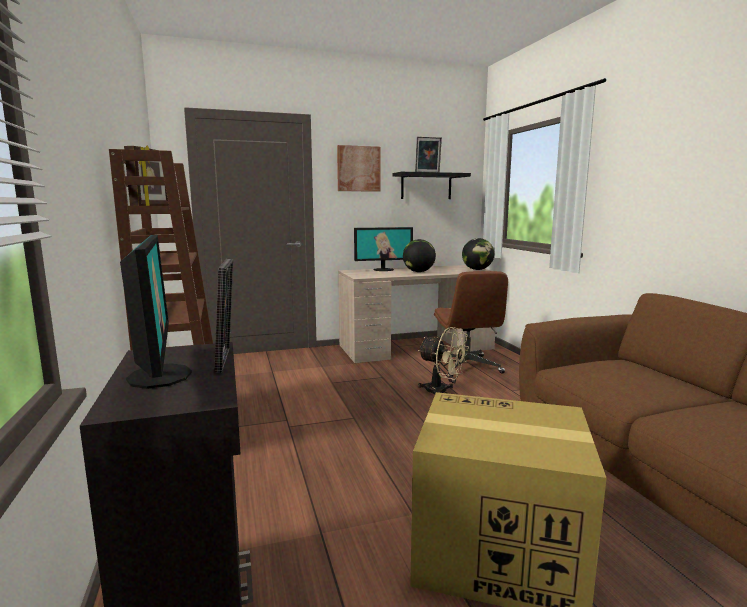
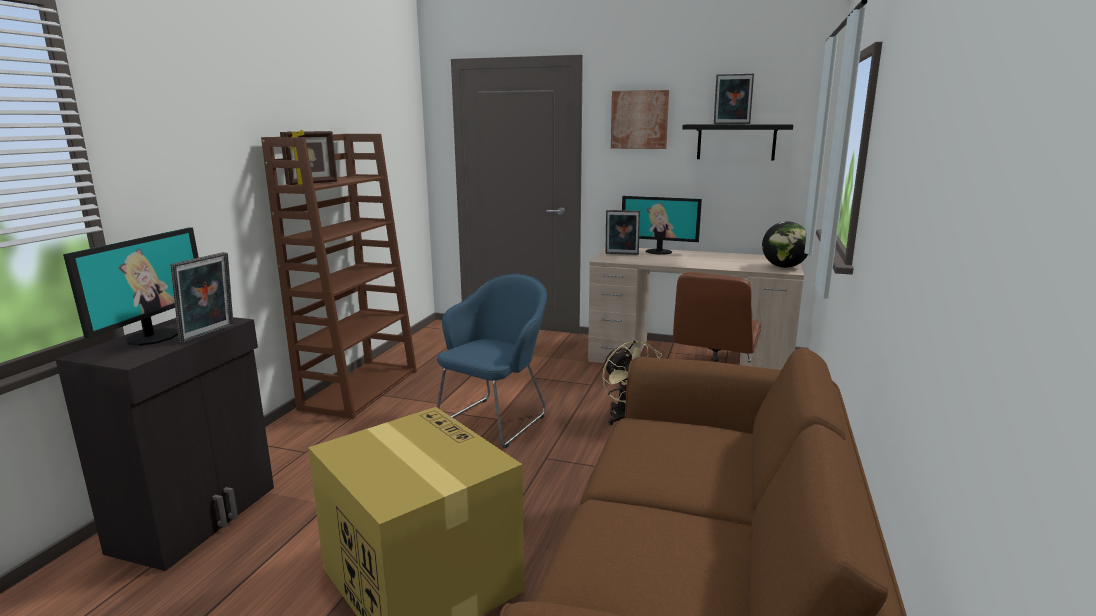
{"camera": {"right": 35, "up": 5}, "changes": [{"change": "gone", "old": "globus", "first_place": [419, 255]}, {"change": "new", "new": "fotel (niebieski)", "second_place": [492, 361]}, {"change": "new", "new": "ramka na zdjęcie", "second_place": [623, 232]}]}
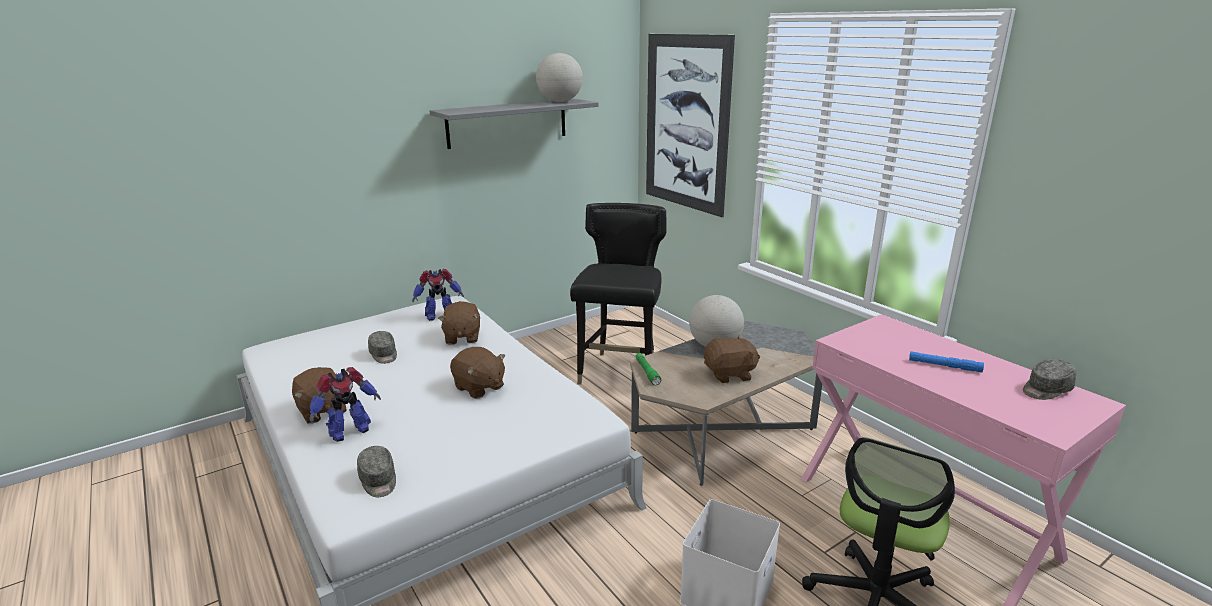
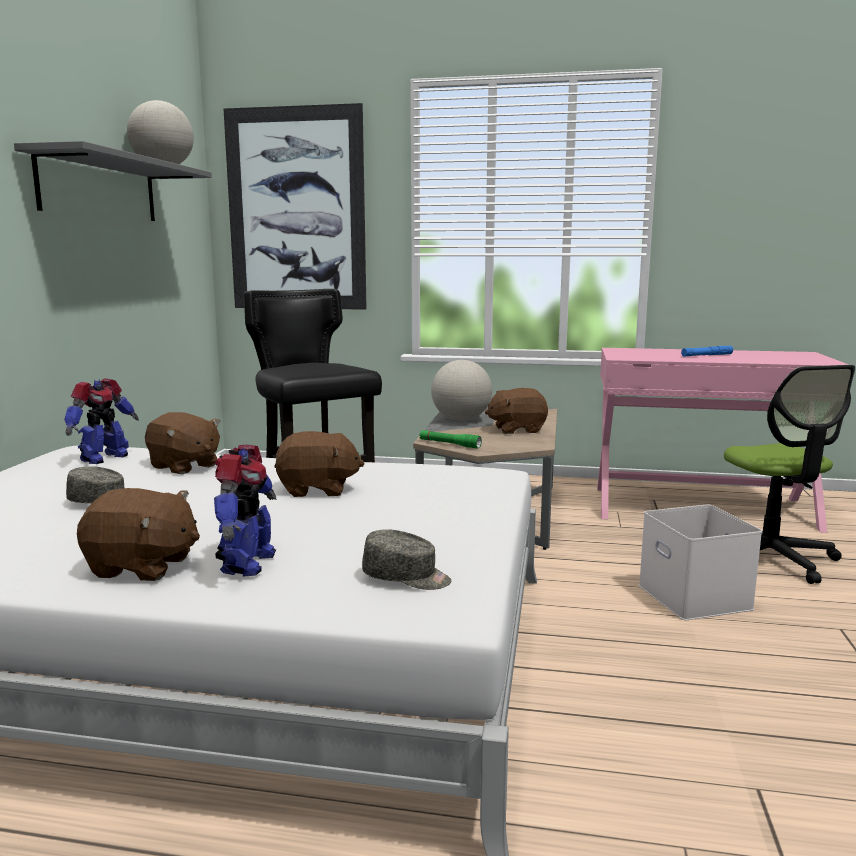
{"camera": {"right": -45, "up": -10}, "changes": [{"change": "rotated", "old": "pluszak (brązowy)", "first_place": [732, 359], "second_place": [516, 411], "degrees": -135}, {"change": "gone", "old": "czapka z daszkiem (szary)", "first_place": [1049, 379]}]}
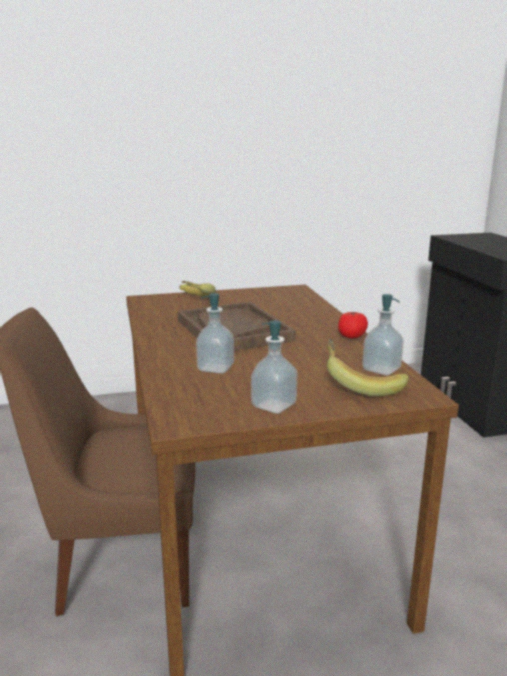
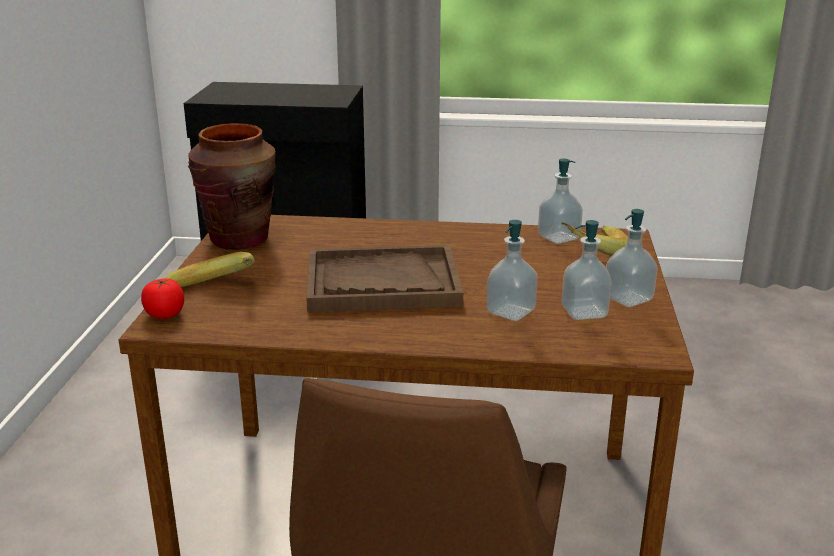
{"camera": {"right": -70, "up": 5}, "changes": [{"change": "shifted", "old": "pomidor", "first_place": [353, 325], "second_place": [162, 298]}, {"change": "new", "new": "wazon (brązowy)", "second_place": [231, 186]}, {"change": "new", "new": "dozownik mydła", "second_place": [586, 270]}]}
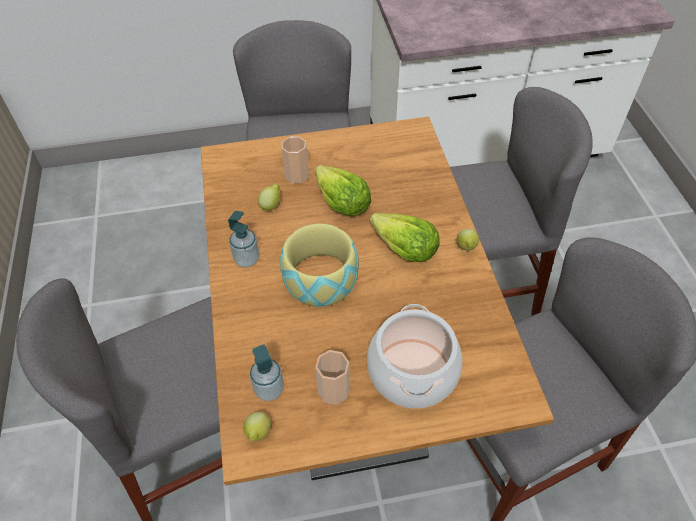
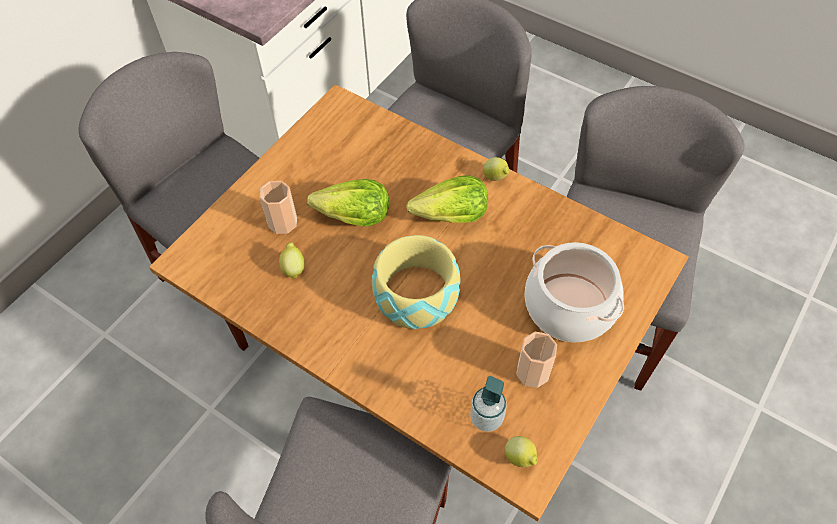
{"camera": {"right": -45, "up": 5}, "changes": [{"change": "gone", "old": "dozownik mydła", "first_place": [243, 239]}]}
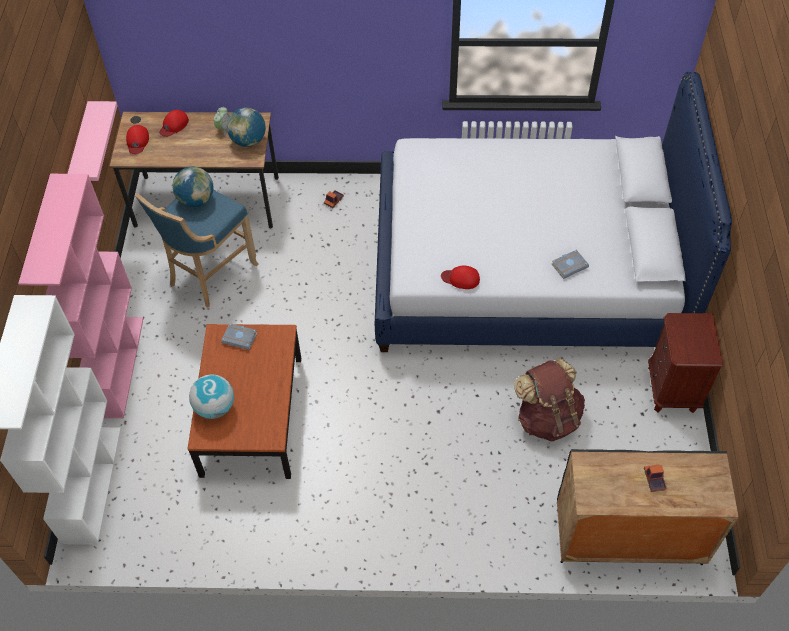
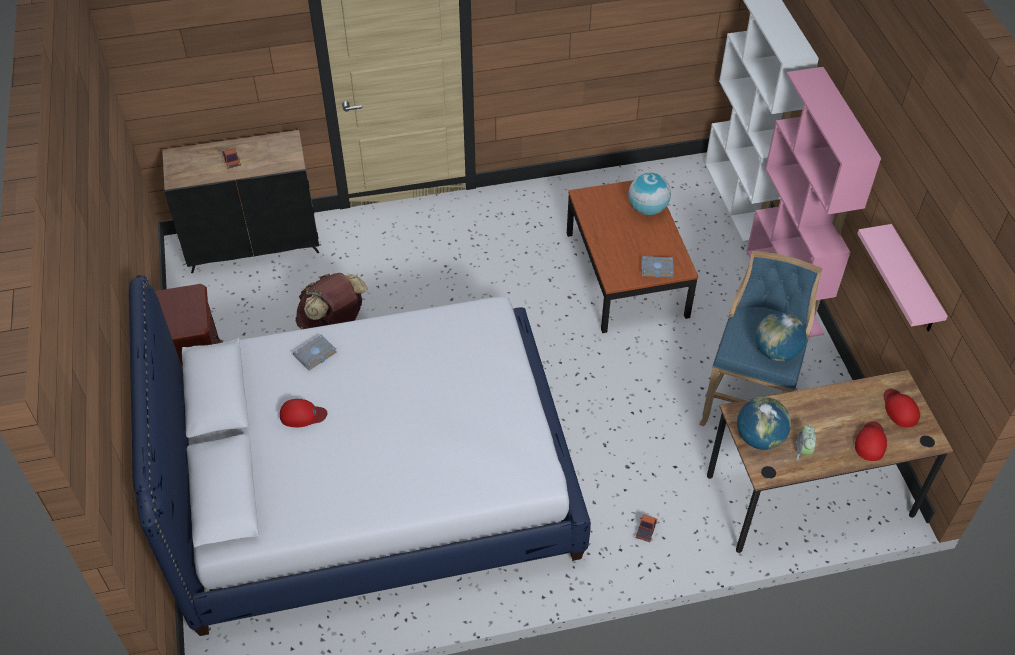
{"camera": {"right": 165, "up": -5}, "changes": [{"change": "shifted", "old": "czapka z daszkiem (czerwony)", "first_place": [460, 277], "second_place": [303, 413]}]}
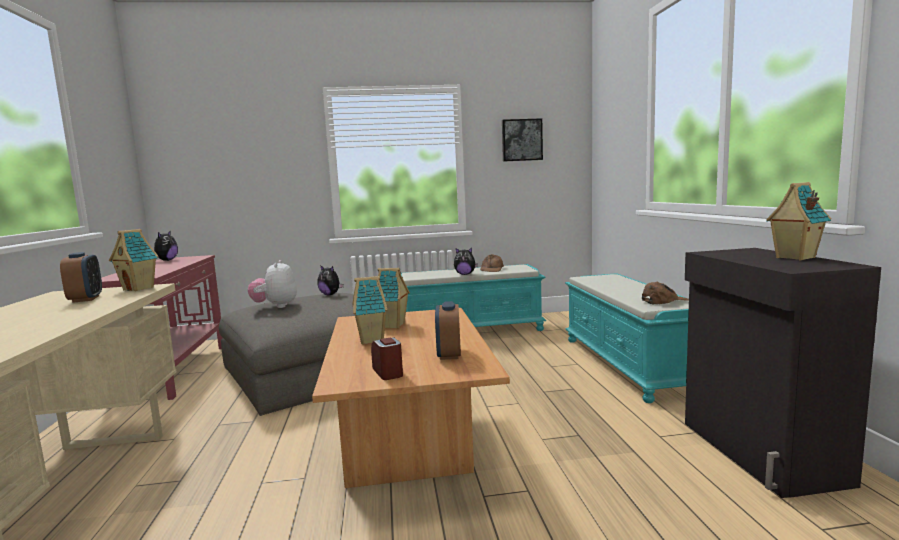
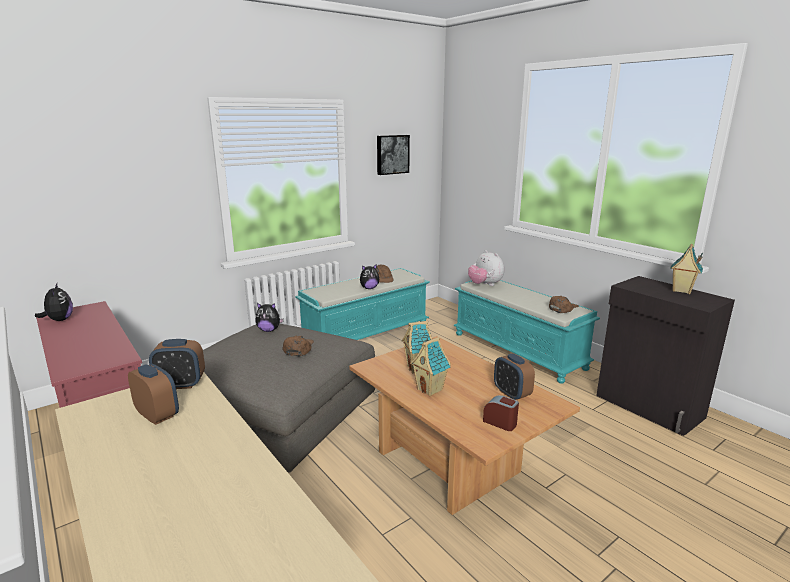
{"camera": {"right": -30, "up": 10}, "changes": [{"change": "swapped", "old": "domek", "new": "budzik", "first_place": [134, 260], "second_place": [177, 364]}, {"change": "shifted", "old": "pluszak", "first_place": [272, 284], "second_place": [486, 268]}, {"change": "new", "new": "czapka z daszkiem (brązowy)", "second_place": [298, 346]}]}
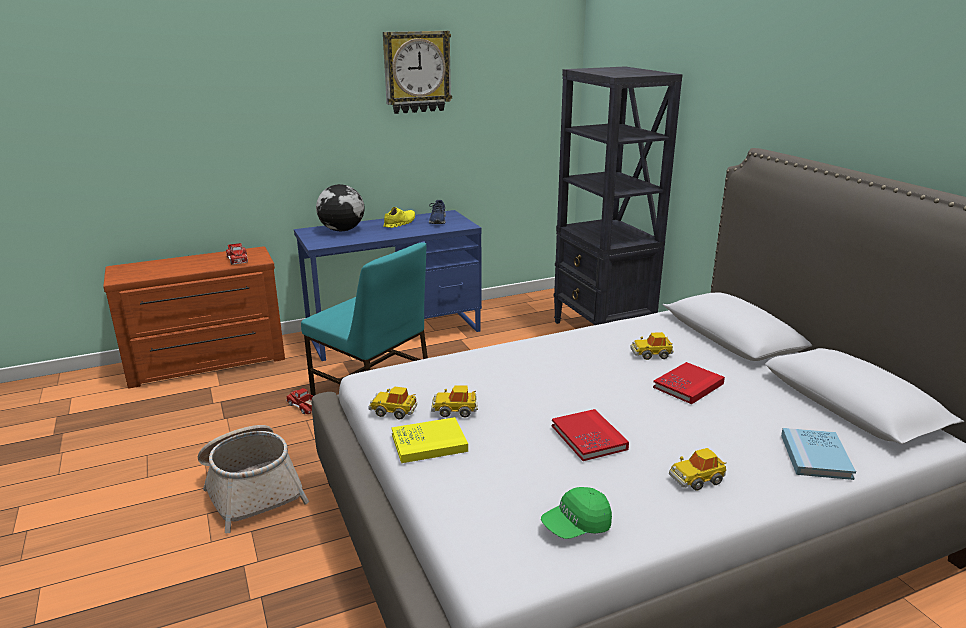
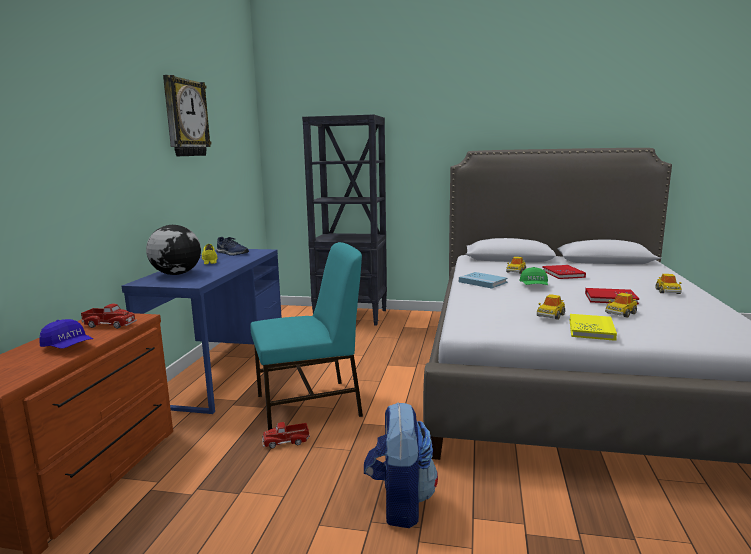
{"camera": {"right": -55, "up": -10}, "changes": [{"change": "swapped", "old": "koszyk", "new": "plecak", "first_place": [253, 479], "second_place": [401, 465]}, {"change": "shifted", "old": "samochodzik", "first_place": [392, 403], "second_place": [621, 305]}, {"change": "shifted", "old": "czapka z daszkiem (zielony)", "first_place": [576, 513], "second_place": [533, 276]}, {"change": "shifted", "old": "książka (niebieski)", "first_place": [818, 454], "second_place": [483, 280]}, {"change": "new", "new": "czapka z daszkiem (niebieski)", "second_place": [66, 334]}]}
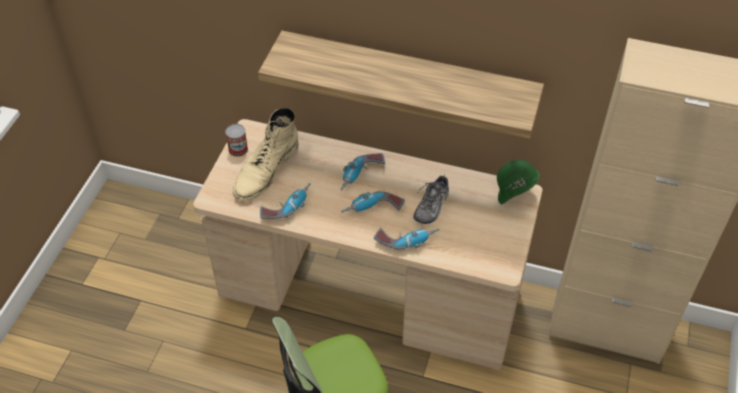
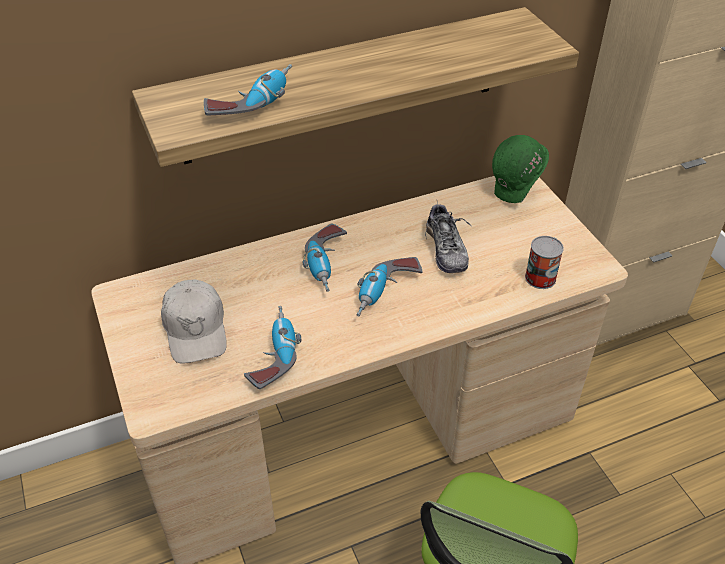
{"camera": {"right": -40, "up": -5}, "changes": [{"change": "shifted", "old": "puszka", "first_place": [236, 140], "second_place": [544, 262]}, {"change": "swapped", "old": "but z cholewką (beżowy)", "new": "czapka z daszkiem (biały)", "first_place": [265, 155], "second_place": [194, 322]}, {"change": "shifted", "old": "wiertarka", "first_place": [406, 239], "second_place": [248, 89]}]}
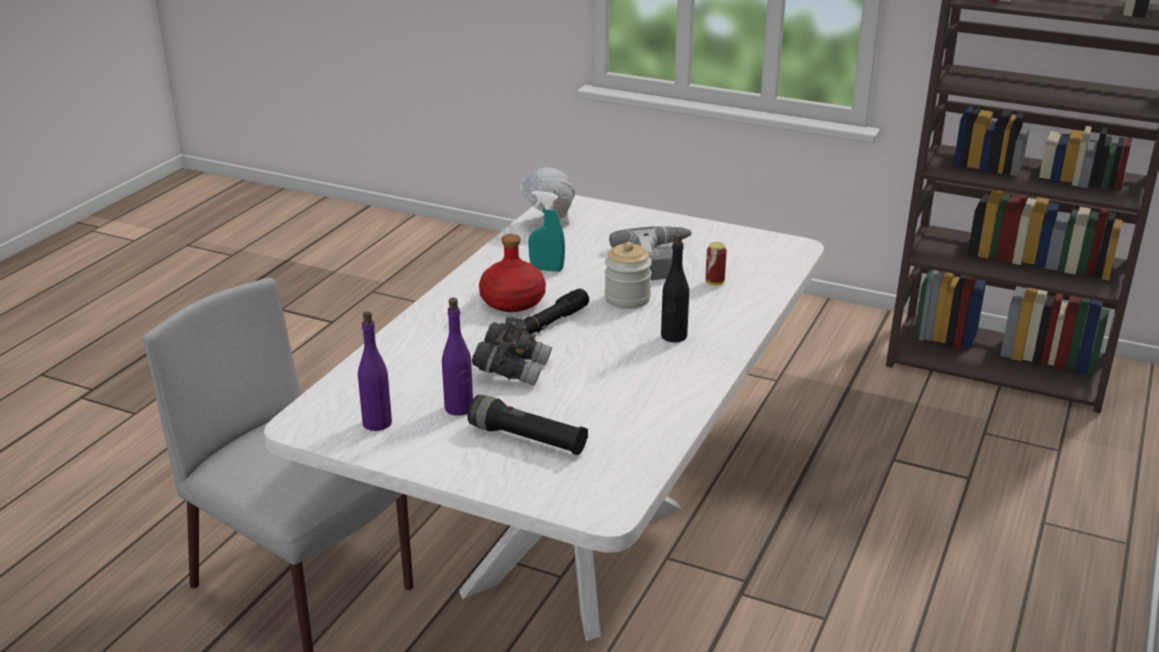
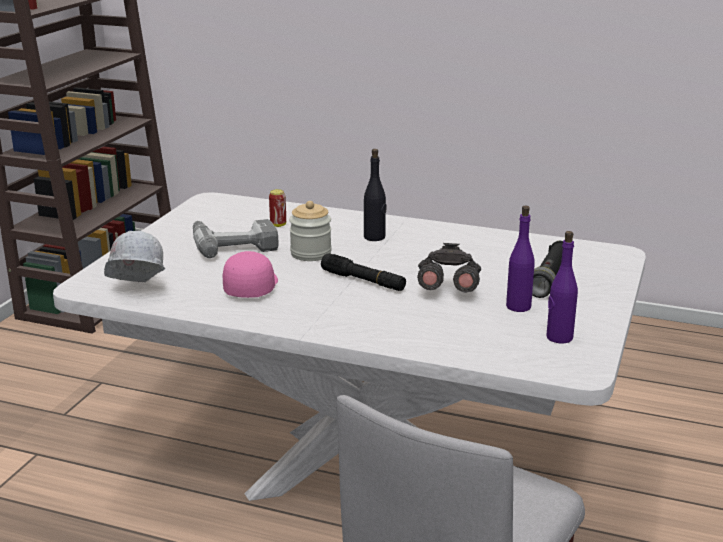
{"camera": {"right": -95, "up": -5}, "changes": [{"change": "gone", "old": "butelka (czerwony)", "first_place": [512, 273]}, {"change": "swapped", "old": "spryskiwacz (turkusowy)", "new": "czapka z daszkiem (różowy)", "first_place": [546, 231], "second_place": [250, 274]}]}
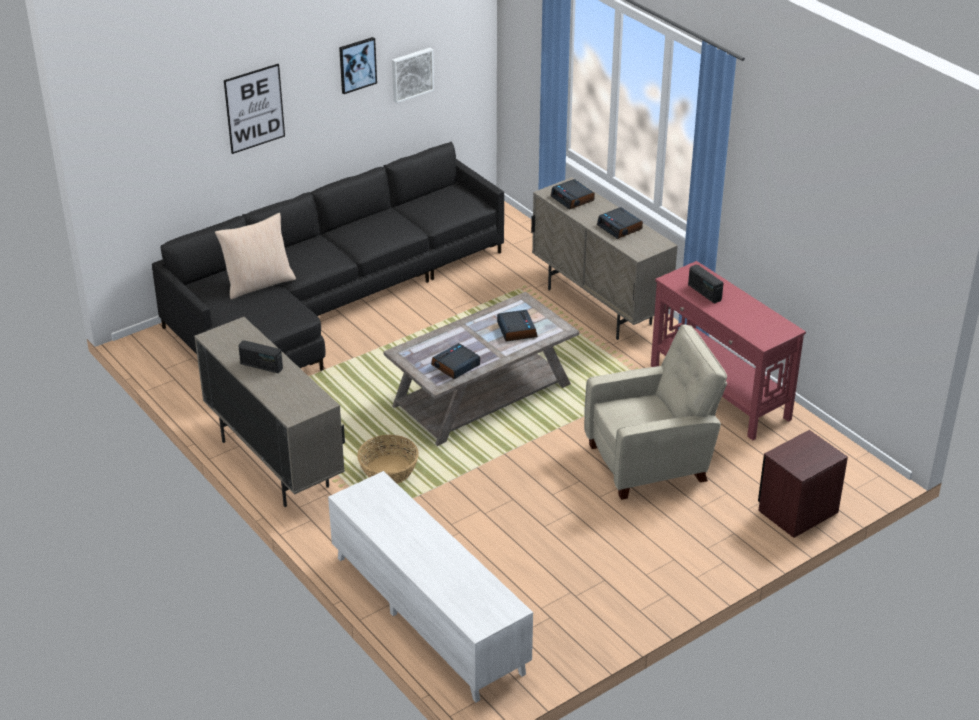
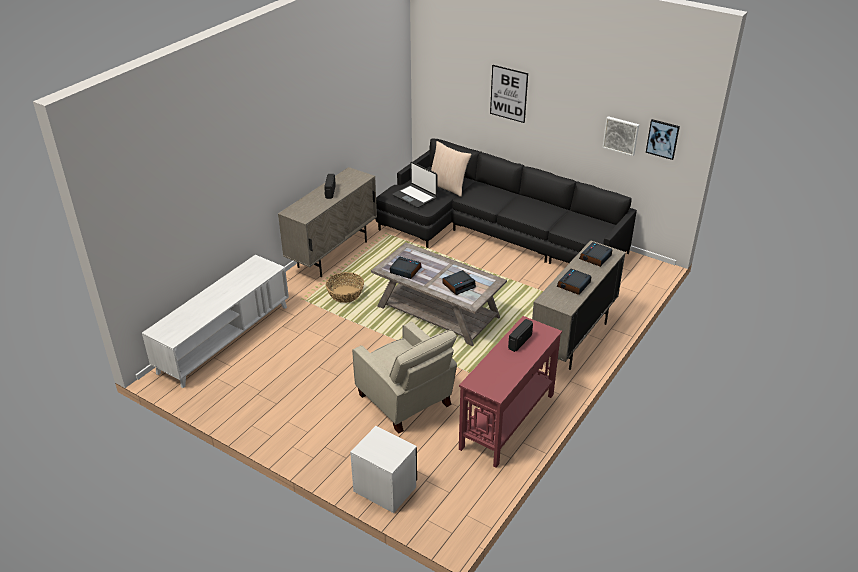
{"camera": {"right": 70, "up": 0}, "changes": [{"change": "shifted", "old": "obraz", "first_place": [358, 65], "second_place": [663, 139]}, {"change": "repainted", "old": "szafka nocna (brązowy)", "new": "szafka nocna (biały)", "first_place": [803, 484], "second_place": [383, 469]}, {"change": "new", "new": "laptop", "second_place": [415, 185]}]}
